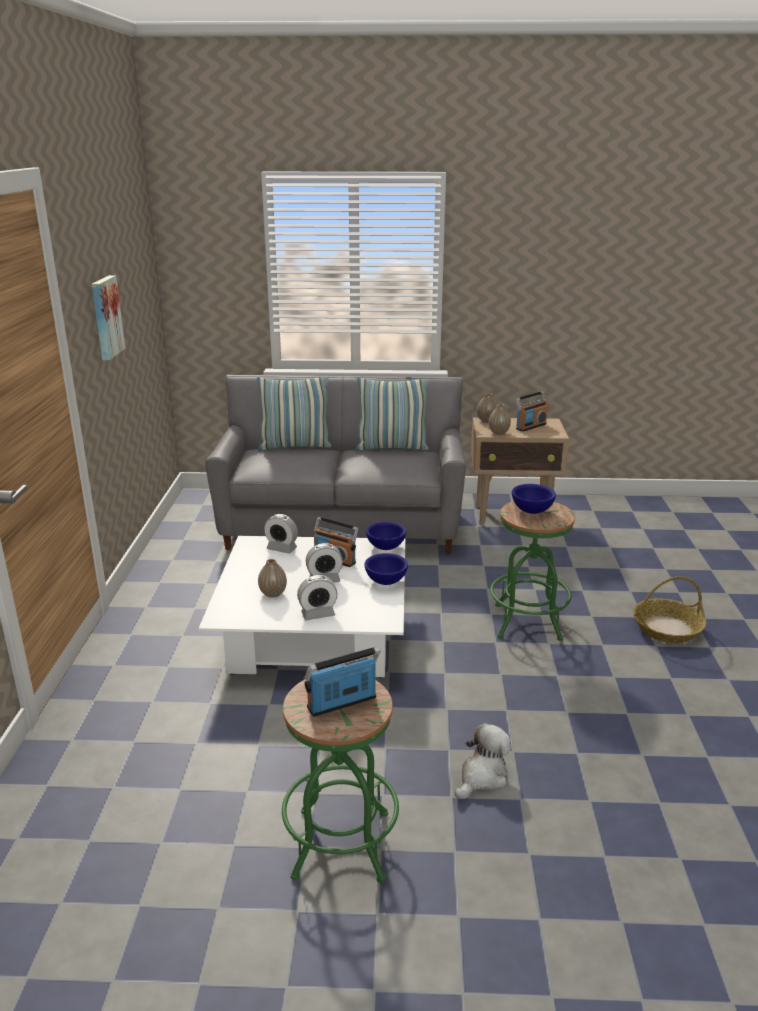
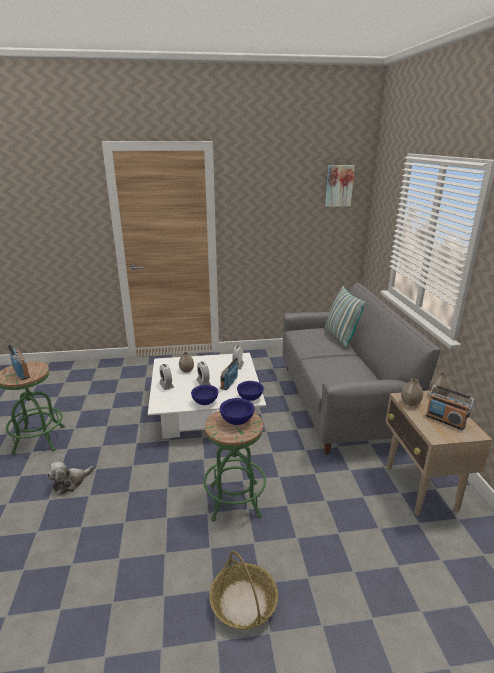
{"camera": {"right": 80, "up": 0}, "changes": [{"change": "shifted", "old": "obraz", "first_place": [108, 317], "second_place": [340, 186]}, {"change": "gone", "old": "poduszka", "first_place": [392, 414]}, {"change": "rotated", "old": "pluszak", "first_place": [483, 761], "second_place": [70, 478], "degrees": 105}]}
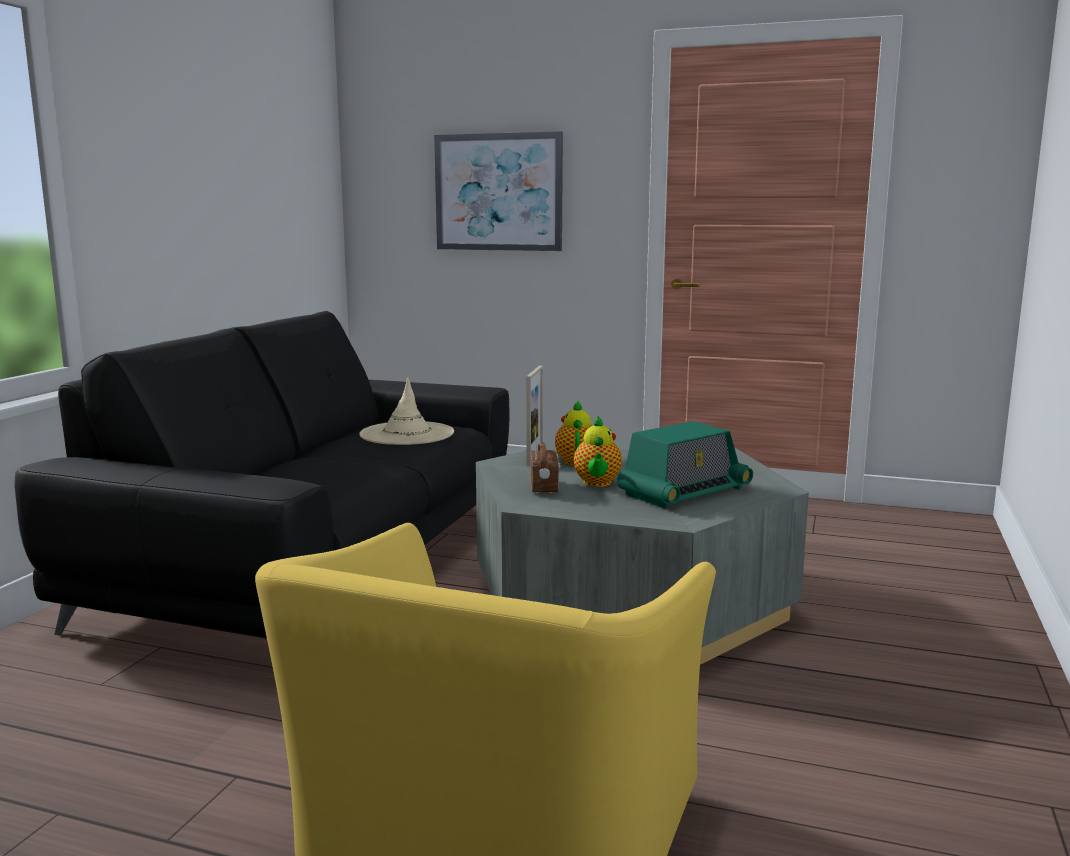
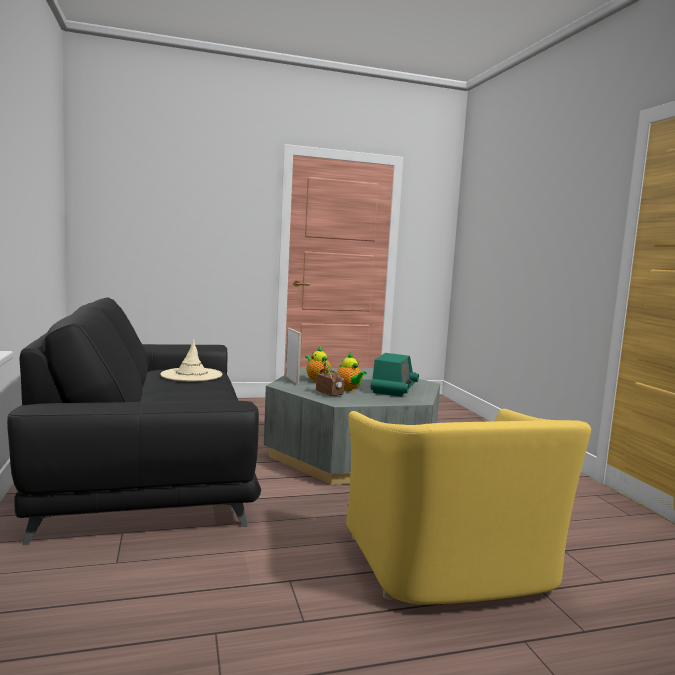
{"camera": {"right": -35, "up": -5}, "changes": [{"change": "gone", "old": "obraz", "first_place": [498, 191]}]}
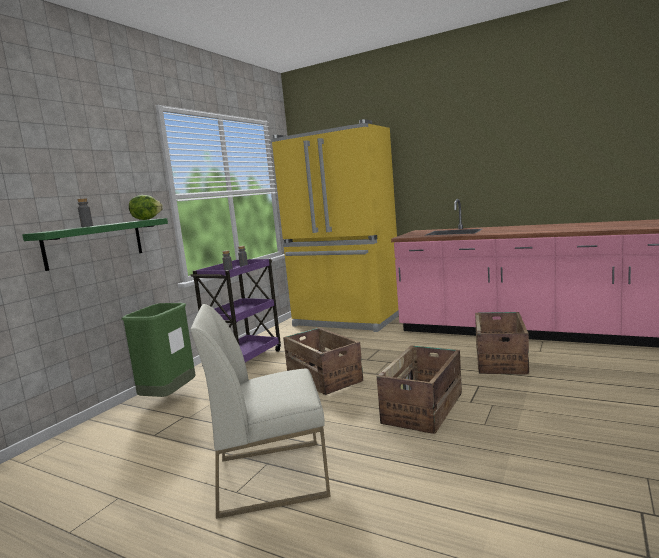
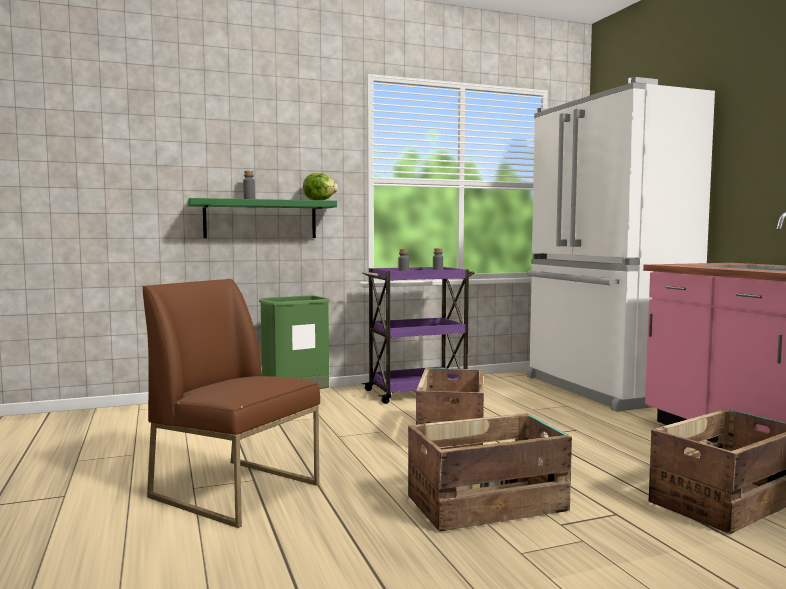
{"camera": {"right": 40, "up": -5}, "changes": [{"change": "repainted", "old": "krzesło (biały)", "new": "krzesło (brązowy)", "first_place": [260, 411], "second_place": [231, 403]}, {"change": "repainted", "old": "lodówka (żółty)", "new": "lodówka (biały)", "first_place": [335, 225], "second_place": [621, 244]}]}
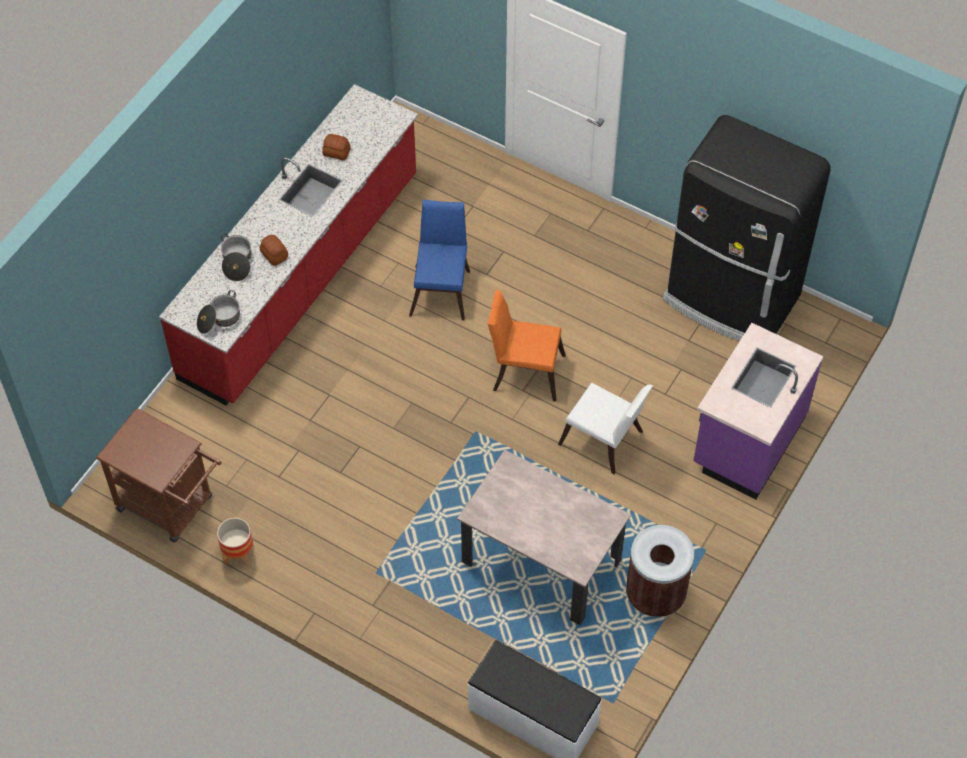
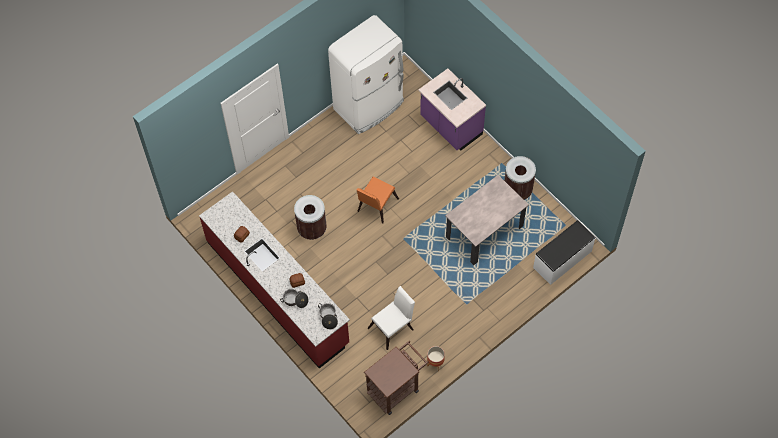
{"camera": {"right": -70, "up": 5}, "changes": [{"change": "swapped", "old": "krzesło (niebieski)", "new": "kosz na śmieci (brązowy)", "first_place": [439, 259], "second_place": [310, 217]}, {"change": "shifted", "old": "krzesło (biały)", "first_place": [605, 428], "second_place": [391, 318]}, {"change": "repainted", "old": "lodówka (czarny)", "new": "lodówka (biały)", "first_place": [747, 228], "second_place": [366, 74]}]}
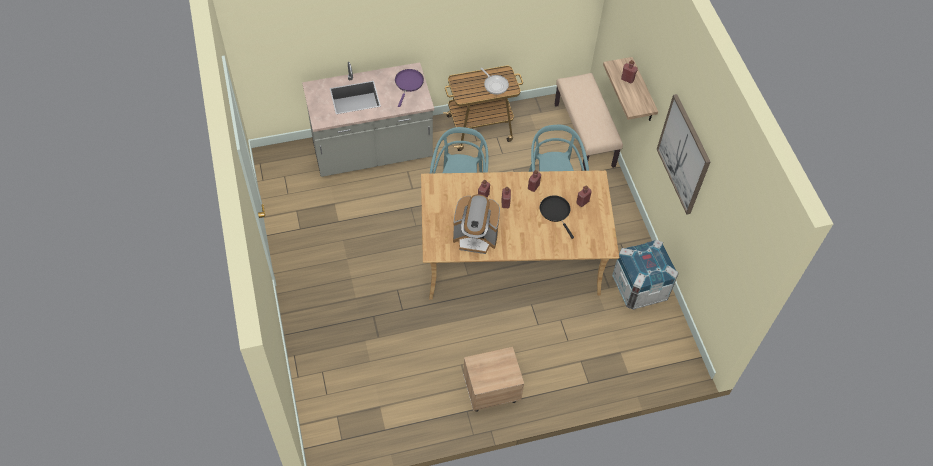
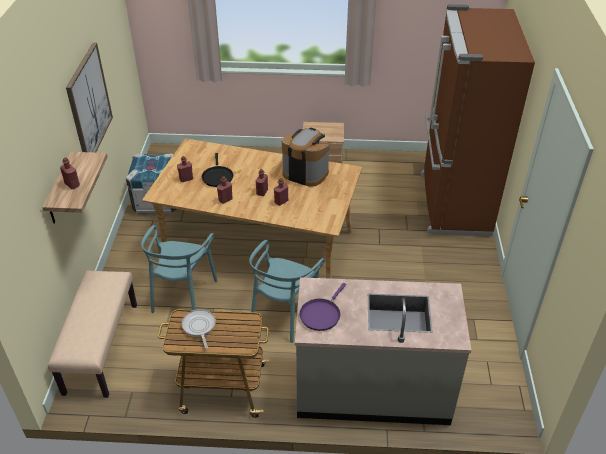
{"camera": {"right": -160, "up": -15}, "changes": [{"change": "new", "new": "lodówka (brązowy)", "second_place": [478, 120]}]}
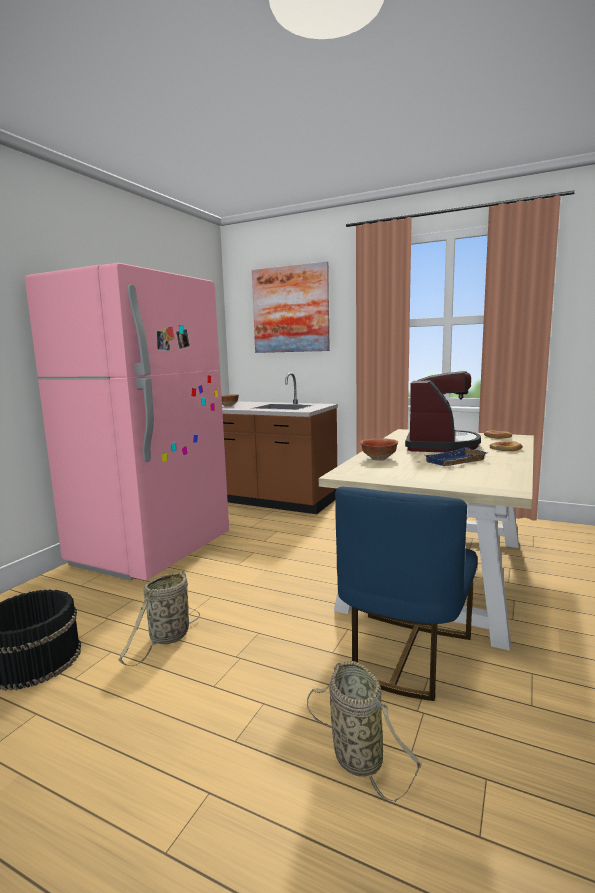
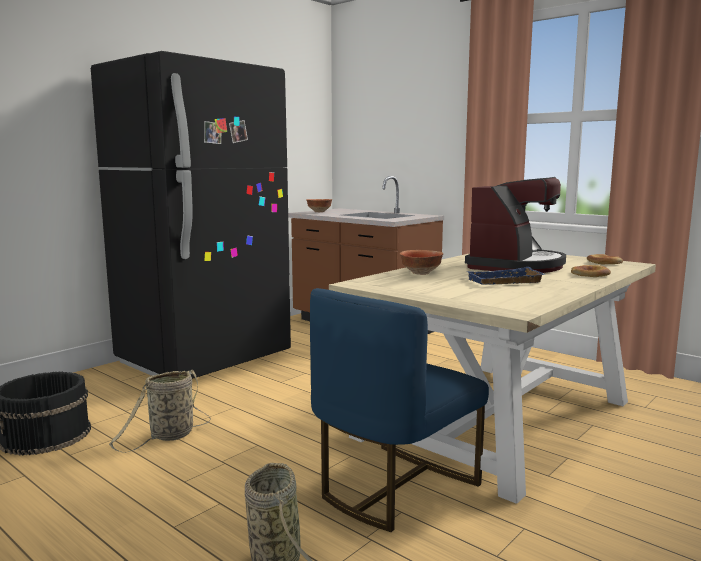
{"camera": {"right": 15, "up": 0}, "changes": [{"change": "repainted", "old": "lodówka (różowy)", "new": "lodówka (czarny)", "first_place": [127, 422], "second_place": [191, 215]}, {"change": "gone", "old": "obraz", "first_place": [291, 307]}]}
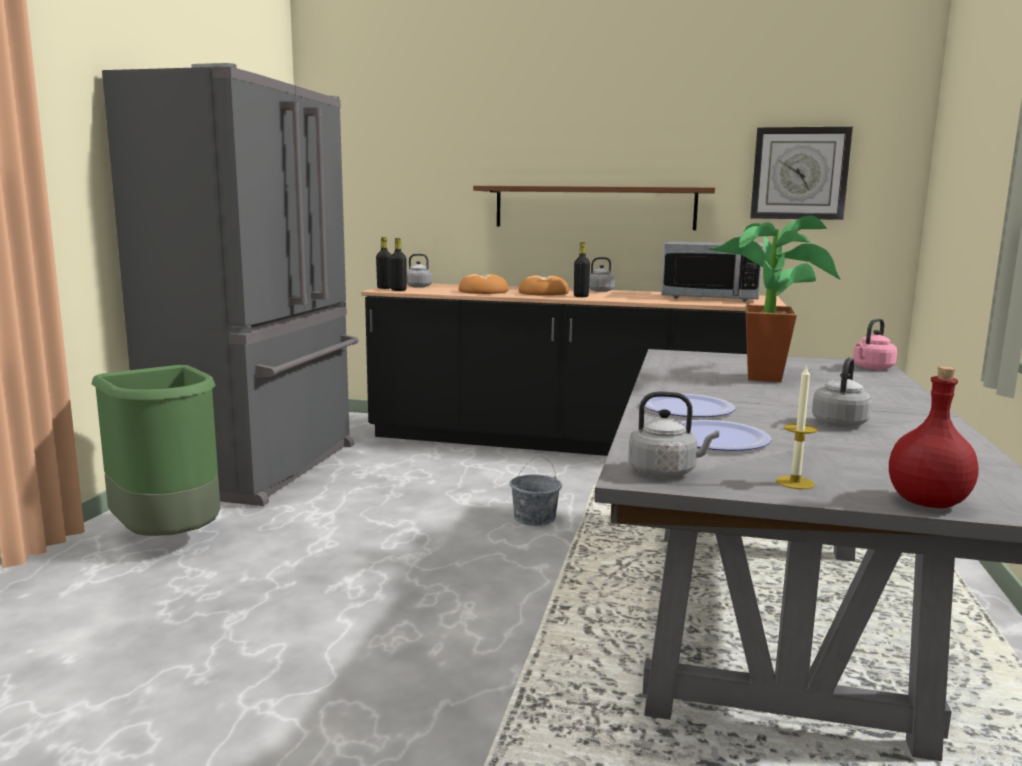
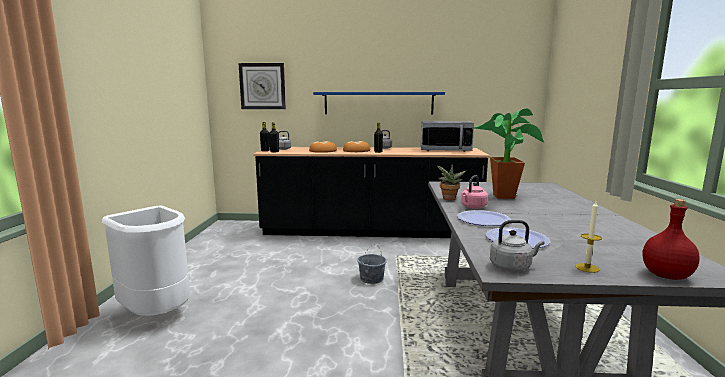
{"camera": {"right": -10, "up": 0}, "changes": [{"change": "repainted", "old": "kosz na śmieci (zielony)", "new": "kosz na śmieci (biały)", "first_place": [156, 450], "second_place": [146, 261]}, {"change": "gone", "old": "lodówka (szary)", "first_place": [230, 284]}, {"change": "repainted", "old": "półka (brązowy)", "new": "półka (niebieski)", "first_place": [594, 208], "second_place": [379, 103]}, {"change": "shifted", "old": "zegar ścienny", "first_place": [801, 173], "second_place": [262, 86]}, {"change": "gone", "old": "czajnik (szary)", "first_place": [842, 392]}, {"change": "shifted", "old": "czajnik (różowy)", "first_place": [875, 344], "second_place": [474, 191]}, {"change": "new", "new": "roślina doniczkowa", "second_place": [452, 182]}]}
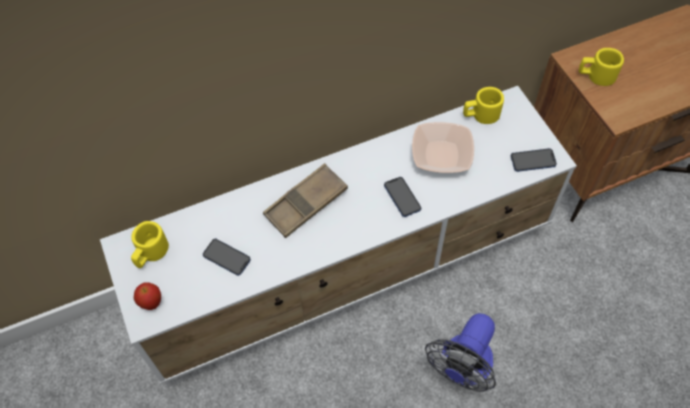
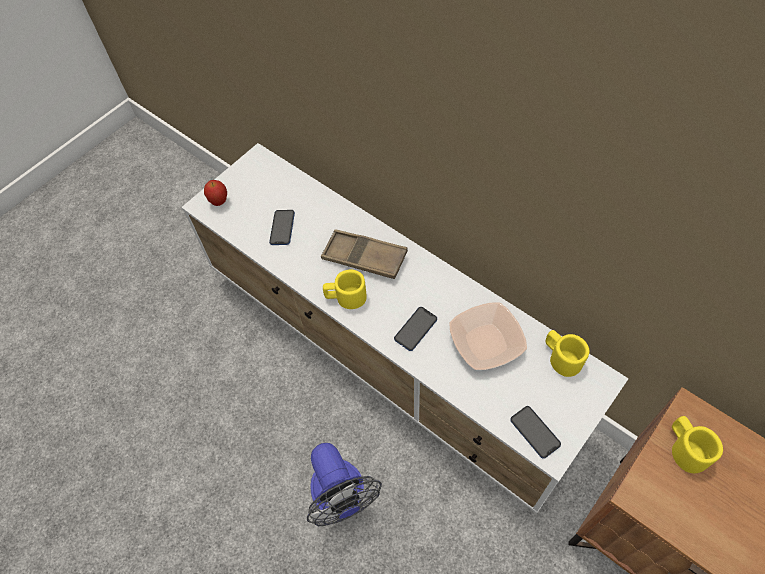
{"camera": {"right": 65, "up": 0}, "changes": [{"change": "shifted", "old": "kubek (żółty)", "first_place": [150, 244], "second_place": [345, 289]}, {"change": "rotated", "old": "wentylator", "first_place": [460, 352], "second_place": [344, 484], "degrees": -120}]}
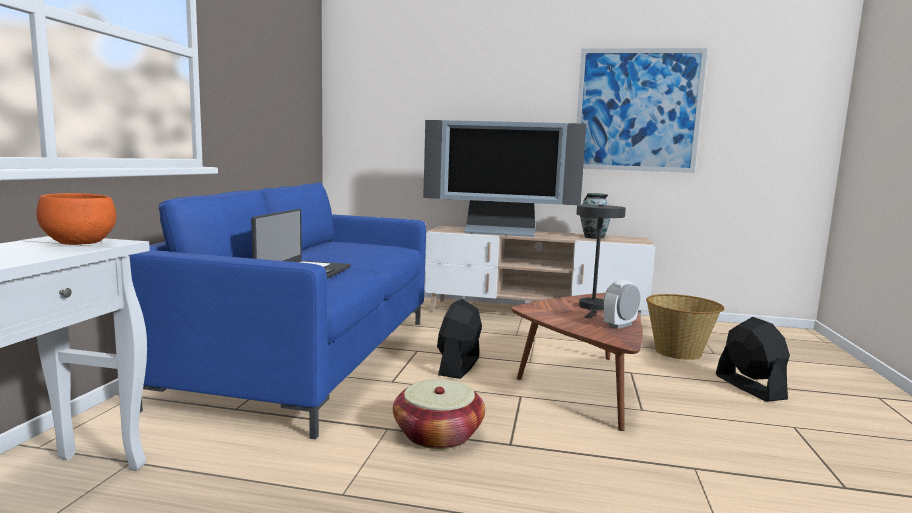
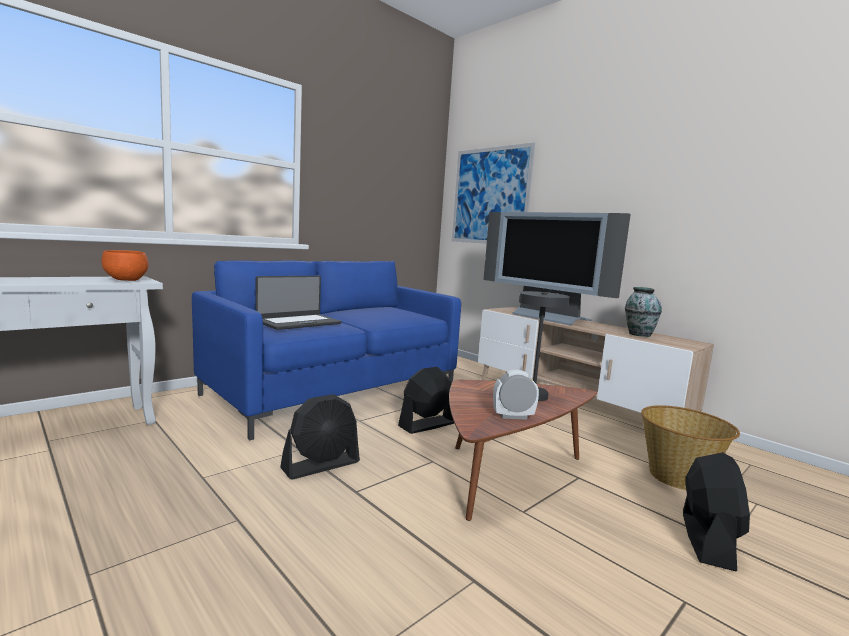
{"camera": {"right": 35, "up": 0}, "changes": [{"change": "swapped", "old": "koszyk", "new": "wentylator (czarny)", "first_place": [439, 414], "second_place": [320, 437]}, {"change": "shifted", "old": "obraz", "first_place": [642, 110], "second_place": [493, 193]}]}
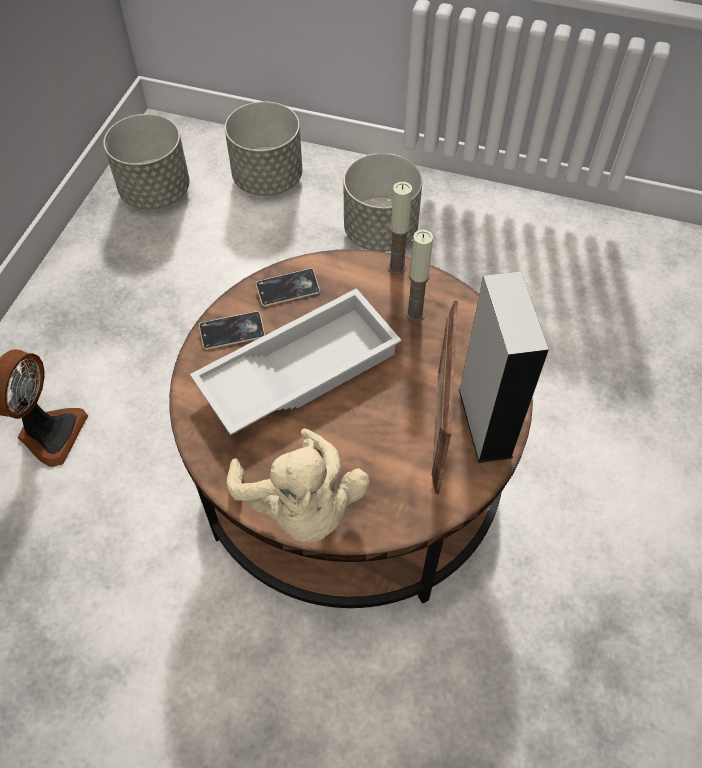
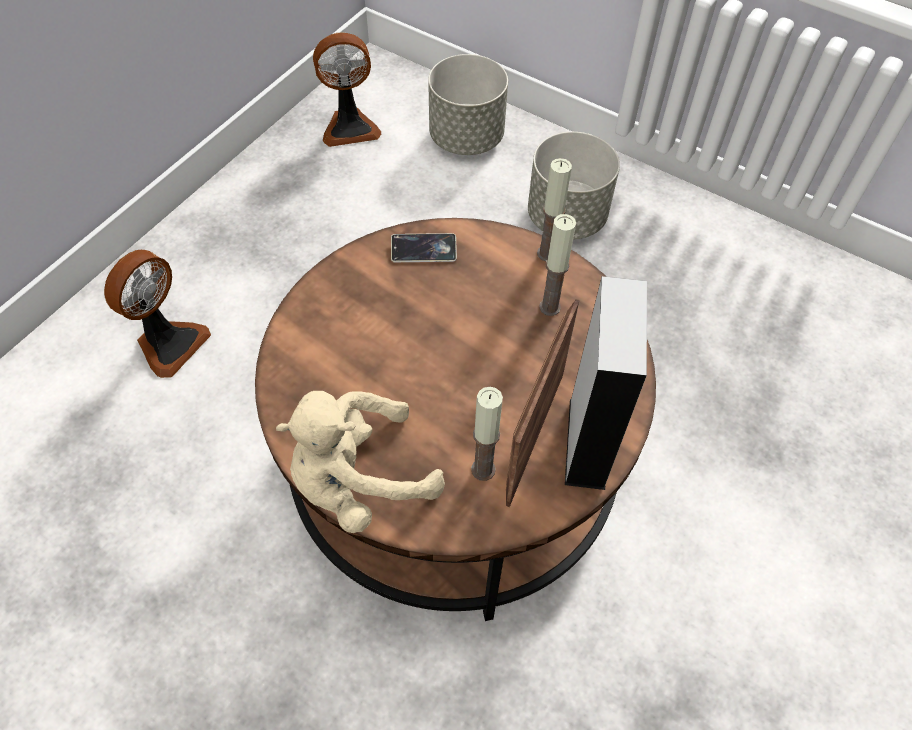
{"camera": {"right": 15, "up": 0}, "changes": [{"change": "swapped", "old": "donica (szary)", "new": "wentylator", "first_place": [146, 161], "second_place": [347, 90]}, {"change": "gone", "old": "taca (biały)", "first_place": [295, 361]}, {"change": "gone", "old": "telefon", "first_place": [232, 330]}, {"change": "rotated", "old": "pluszak (beżowy)", "first_place": [298, 485], "second_place": [360, 462], "degrees": 75}, {"change": "new", "new": "świeca", "second_place": [487, 434]}]}
